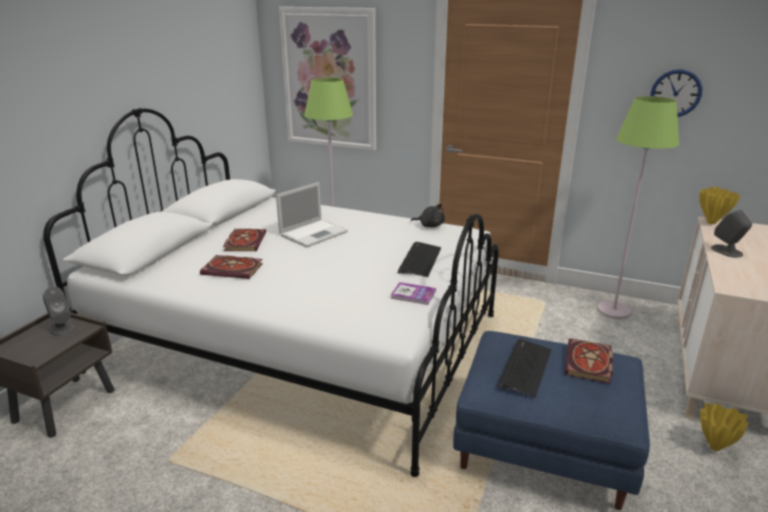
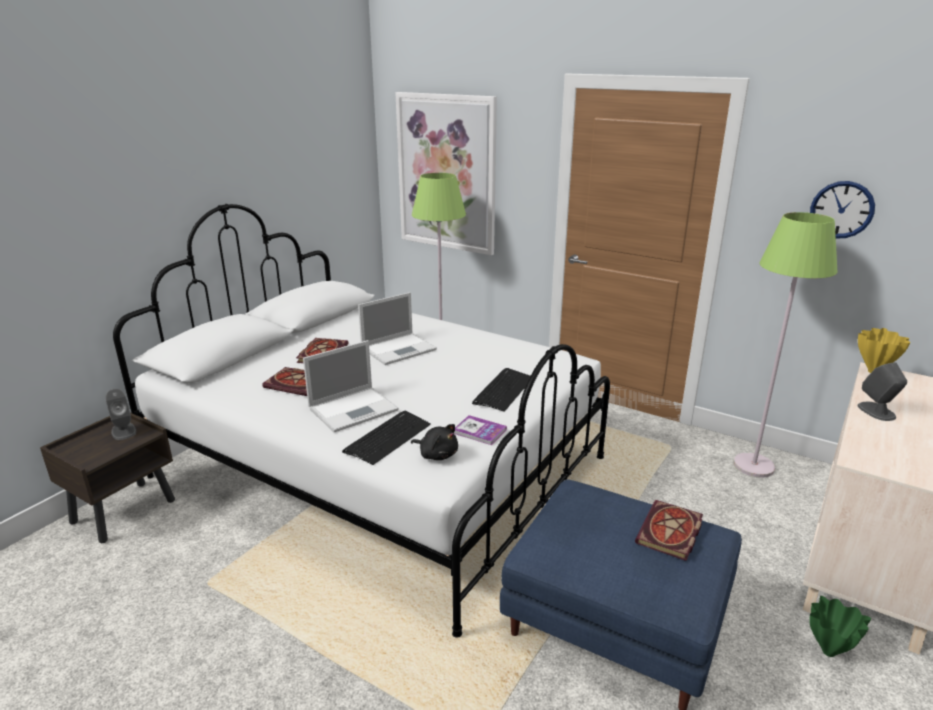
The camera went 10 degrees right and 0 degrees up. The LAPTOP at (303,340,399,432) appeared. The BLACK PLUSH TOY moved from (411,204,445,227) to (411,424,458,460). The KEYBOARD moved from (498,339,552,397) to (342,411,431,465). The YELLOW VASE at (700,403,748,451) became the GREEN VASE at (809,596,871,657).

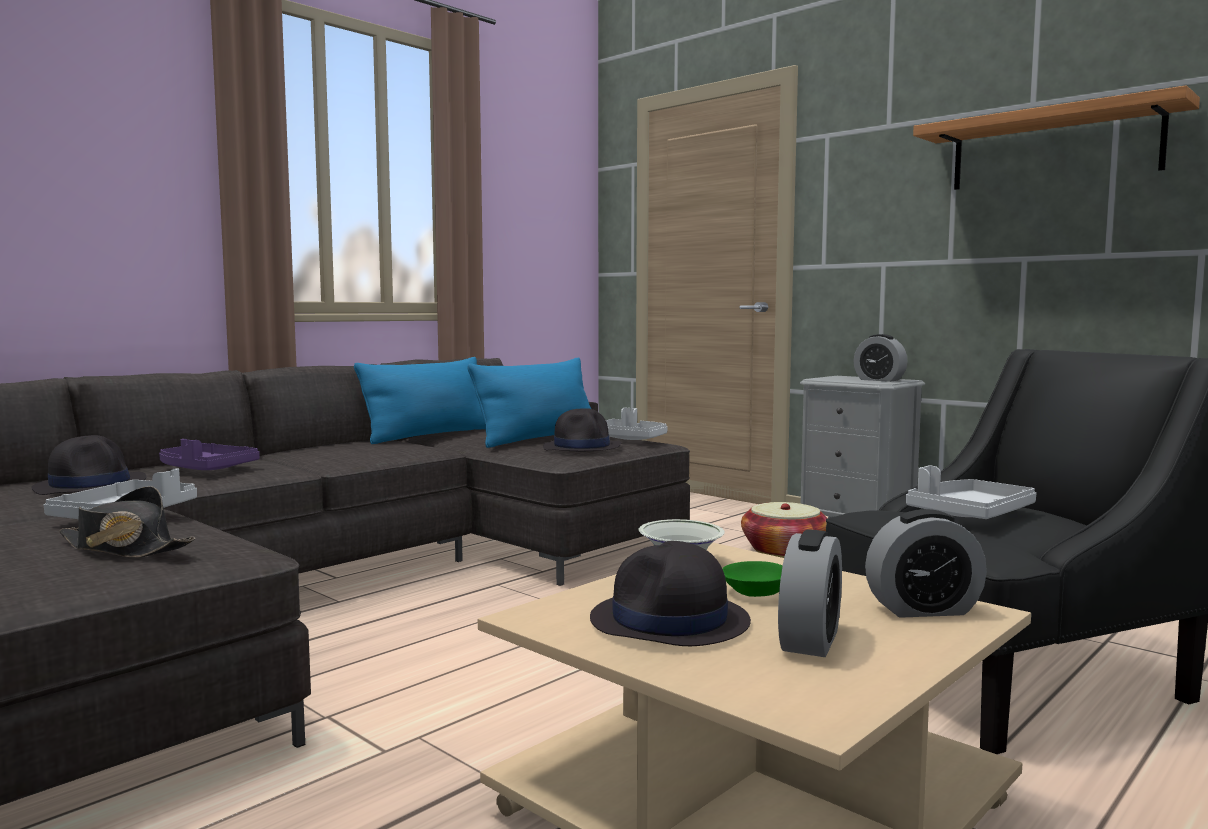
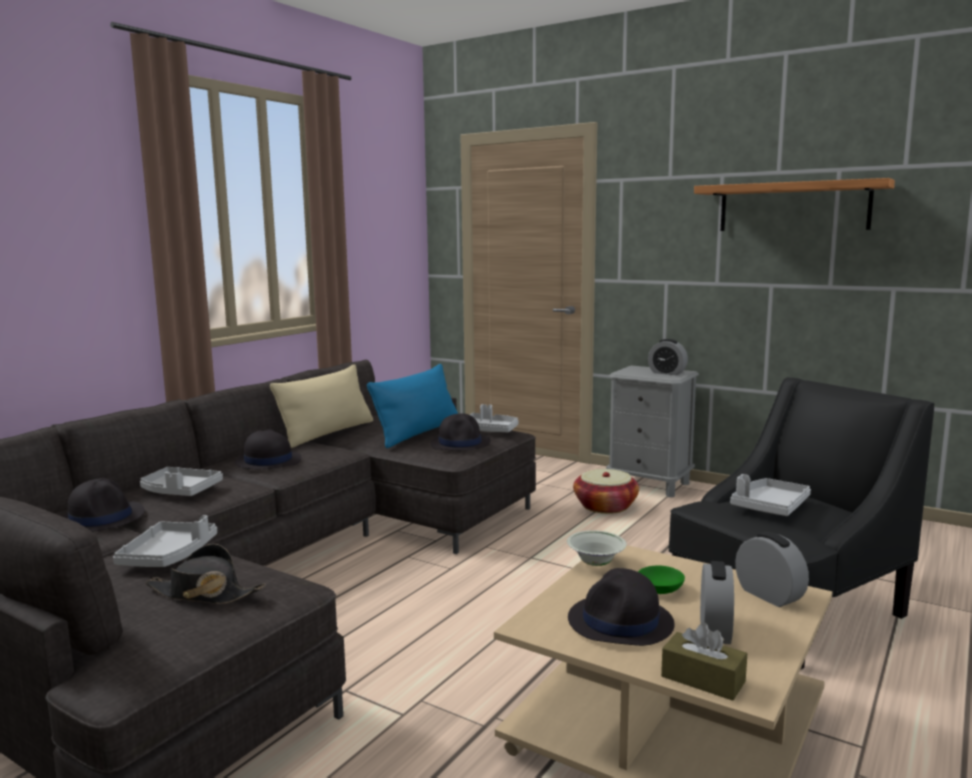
The camera went 10 degrees left and 5 degrees up. The BLACK HAT at (235,429,301,469) appeared. The BROWN TISSUE BOX at (661,623,747,701) appeared. The PURPLE TRAY at (159,439,260,470) became the GREY TRAY at (140,467,223,496). The BLUE PILLOW at (354,357,486,444) became the BEIGE PILLOW at (270,364,373,448). The ALARM CLOCK at (865,509,987,618) turned 105 degrees counterclockwise.

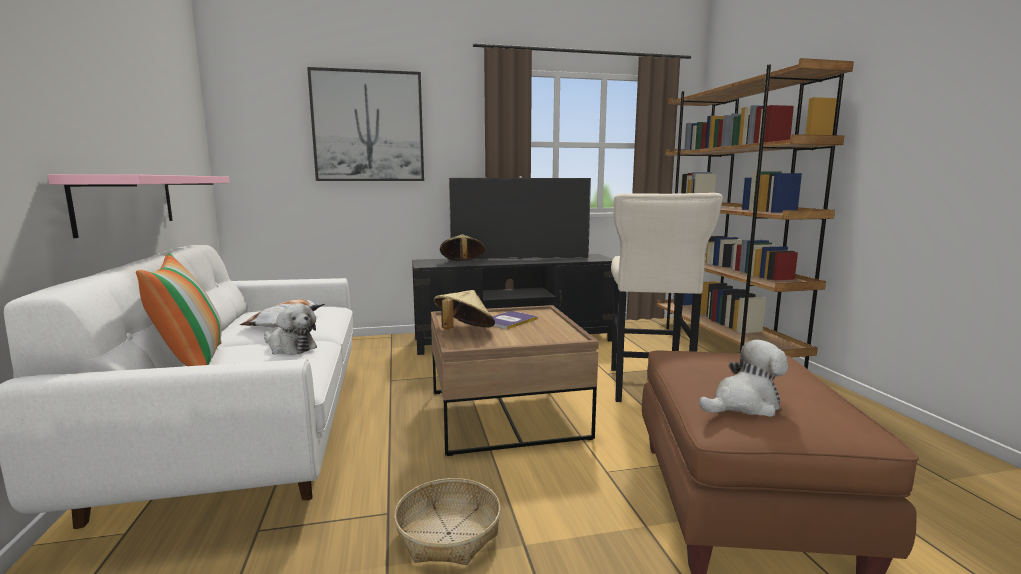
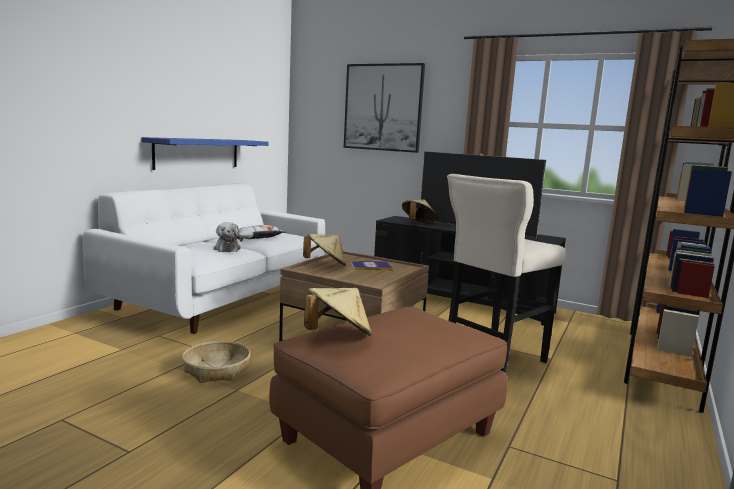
The camera went 40 degrees right and 0 degrees up. The PILLOW at (136,253,222,366) disappeared. The PLUSH TOY at (699,340,788,417) was replaced by the BEIGE HAT at (304,288,372,336). The PINK SHELF at (47,174,230,238) became the BLUE SHELF at (141,137,268,170).

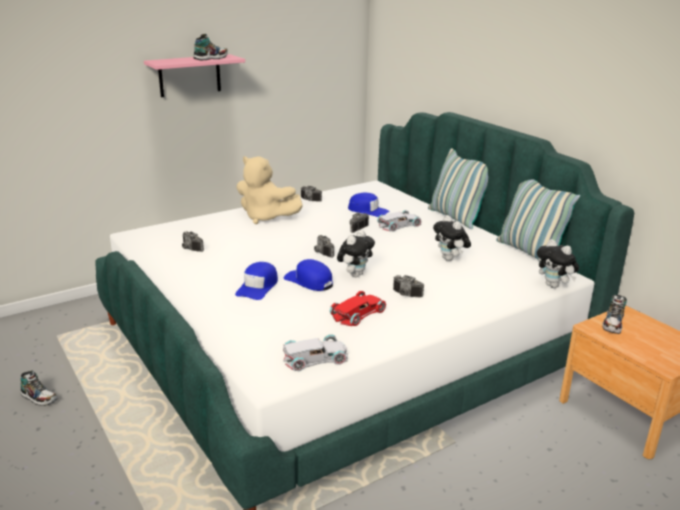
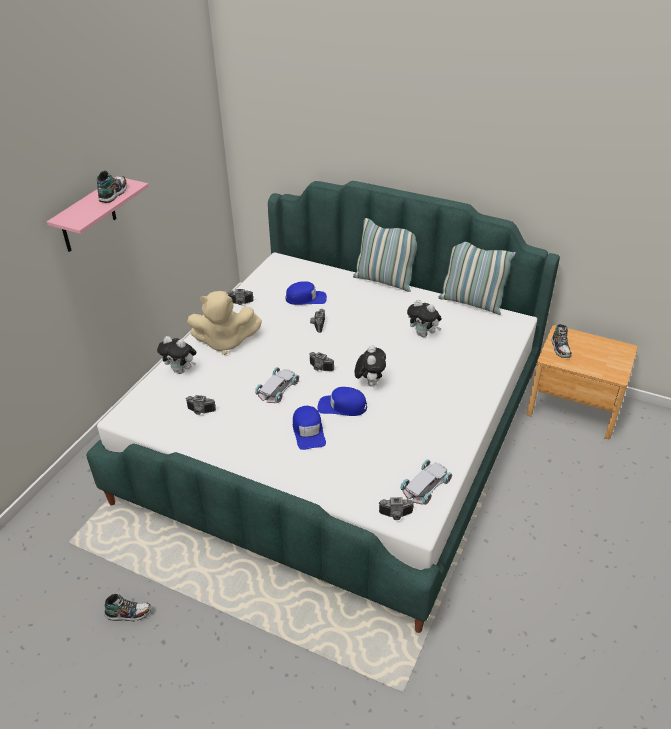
The camera went 30 degrees left and 15 degrees up. The RED TOY CAR at (330,291,386,326) disappeared. The WHITE TOY CAR moved from (377,210,422,232) to (255,367,299,403). The PHOTO CAMERA moved from (393,275,424,297) to (379,497,414,520). The PLUSH TOY moved from (537,239,579,288) to (157,336,196,374).

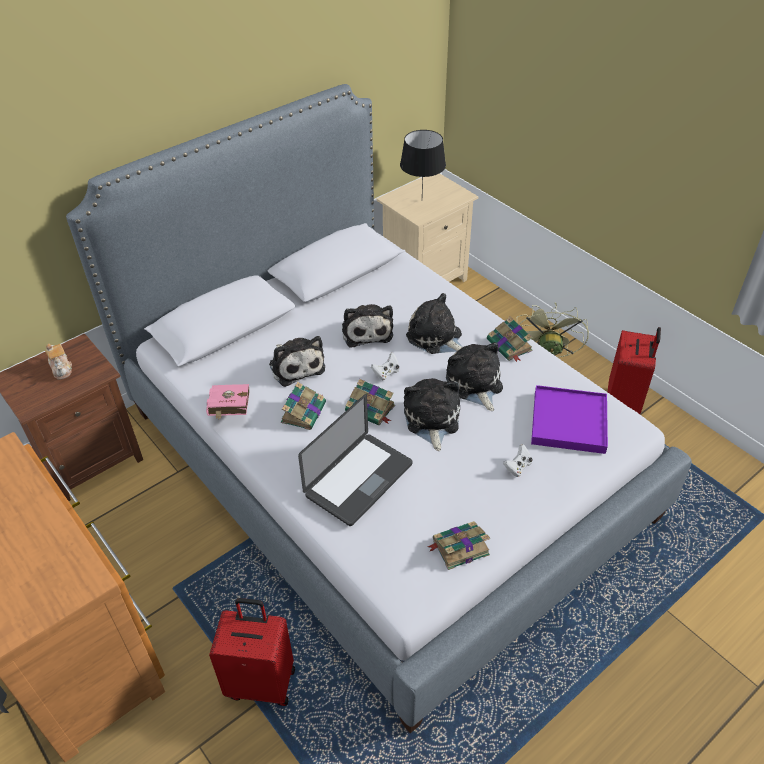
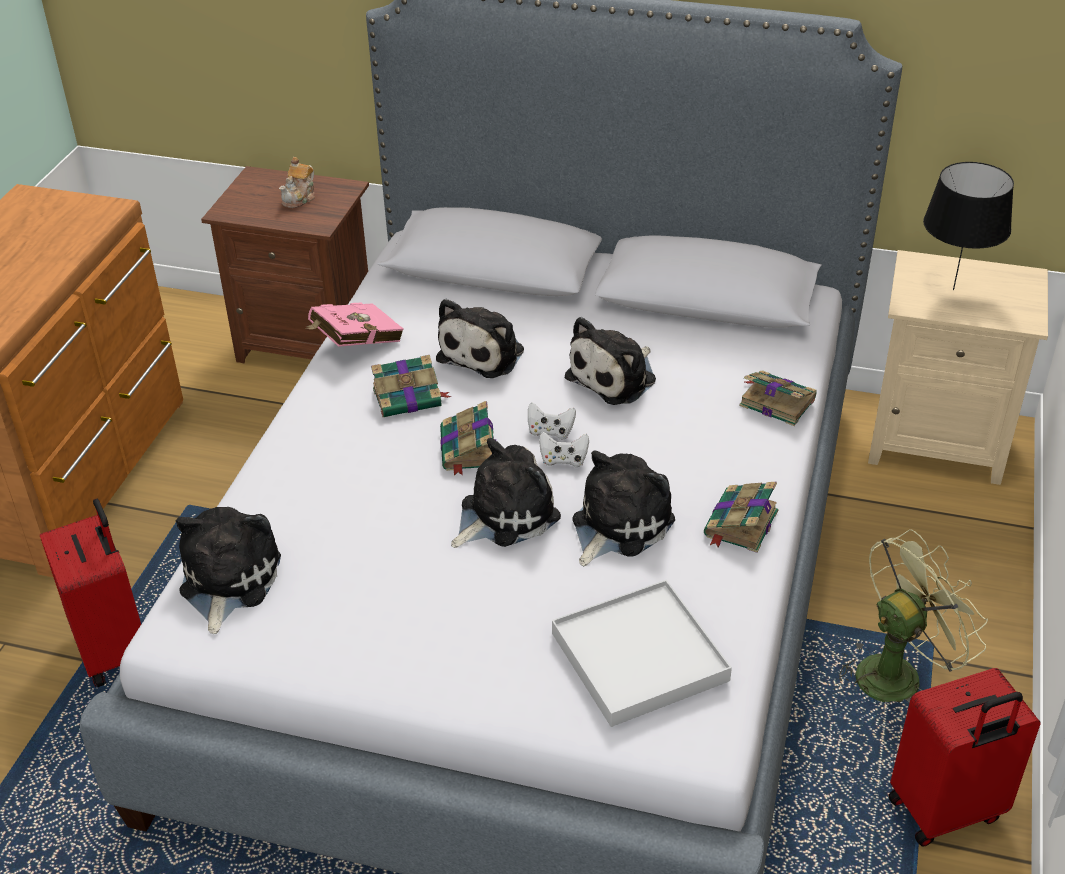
The camera went 55 degrees right and 5 degrees down. The LAPTOP at (298,394,413,526) disappeared. The PLUSH TOY moved from (406,293,463,354) to (176,507,281,634). The BOOK moved from (427,521,490,570) to (739,370,817,426). The WHITE GAME CONTROLLER moved from (503,444,533,477) to (539,432,589,467). The PURPLE TRAY at (531,385,608,454) became the WHITE TRAY at (552,580,732,727).

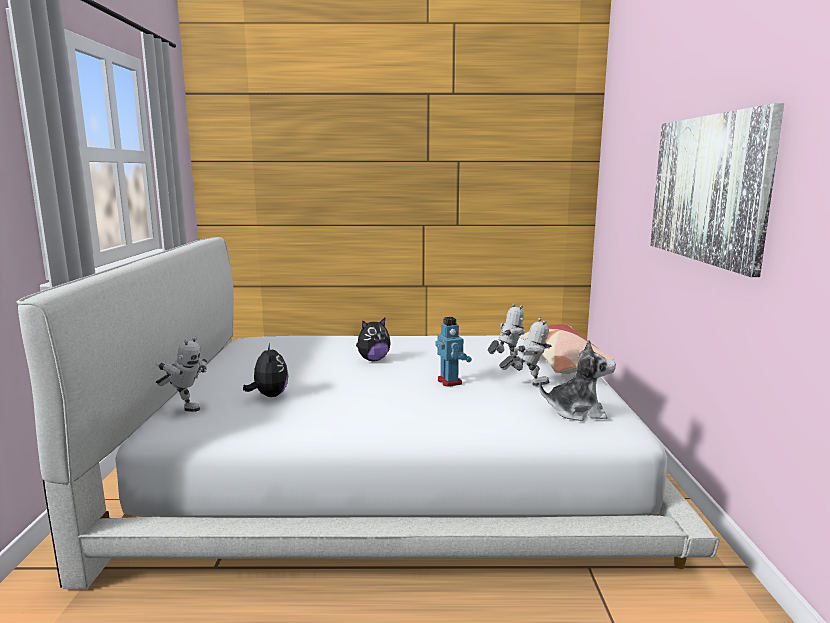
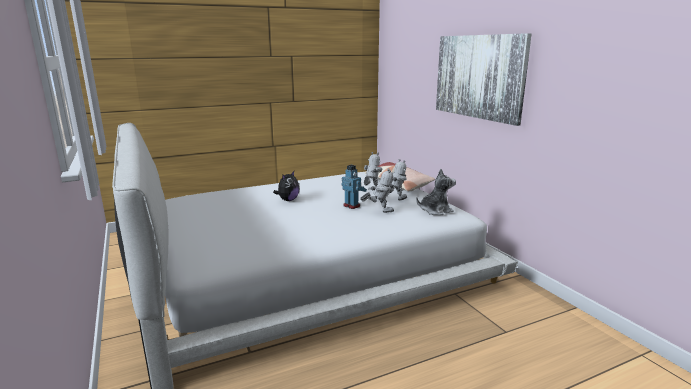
The camera went 25 degrees left and 5 degrees up. The PLUSH TOY at (243,343,288,397) disappeared. The TOY ROBOT moved from (156,337,207,412) to (360,168,397,213).

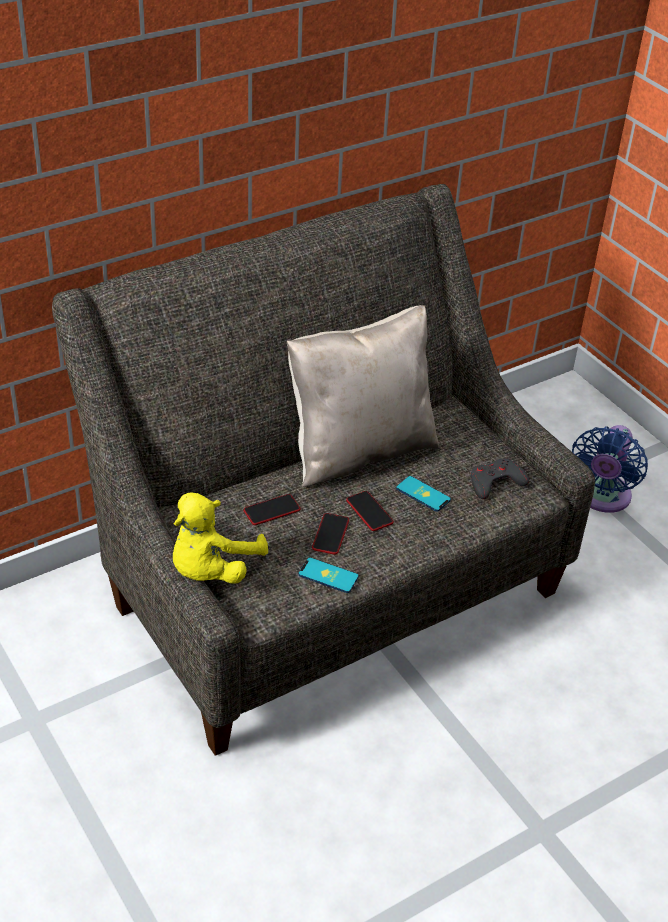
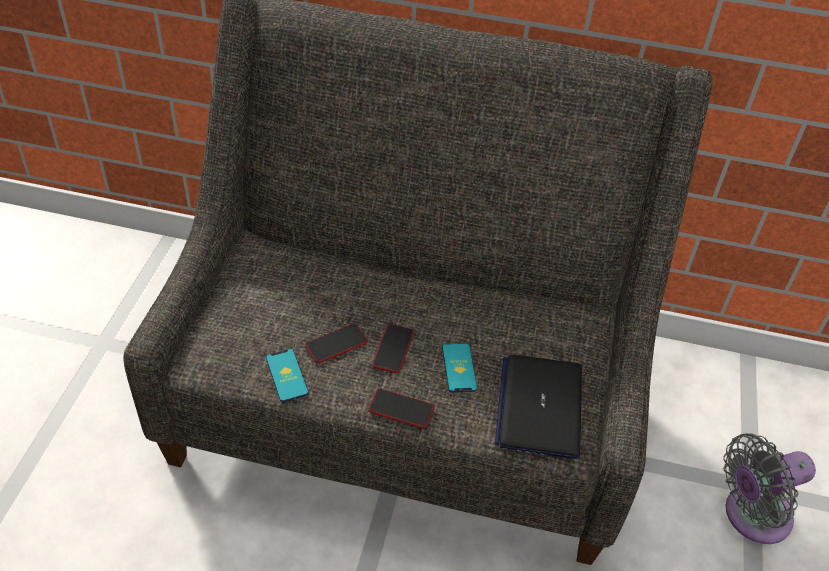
The camera went 45 degrees right and 5 degrees up. The YELLOW PLUSH TOY at (173,492,268,584) disappeared. The BEIGE PILLOW at (287,305,440,487) disappeared. The PHONE moved from (243,494,300,525) to (368,389,435,429). The GREY GAME CONTROLLER at (471,458,529,499) was replaced by the LAPTOP at (495,355,582,459). The BLUE FAN at (572,425,648,513) became the GREY FAN at (723,433,816,544).

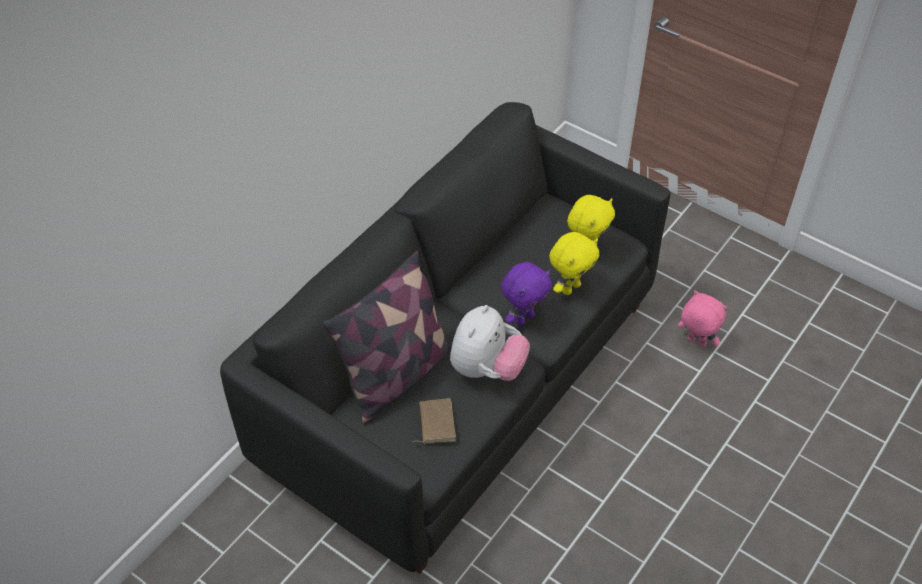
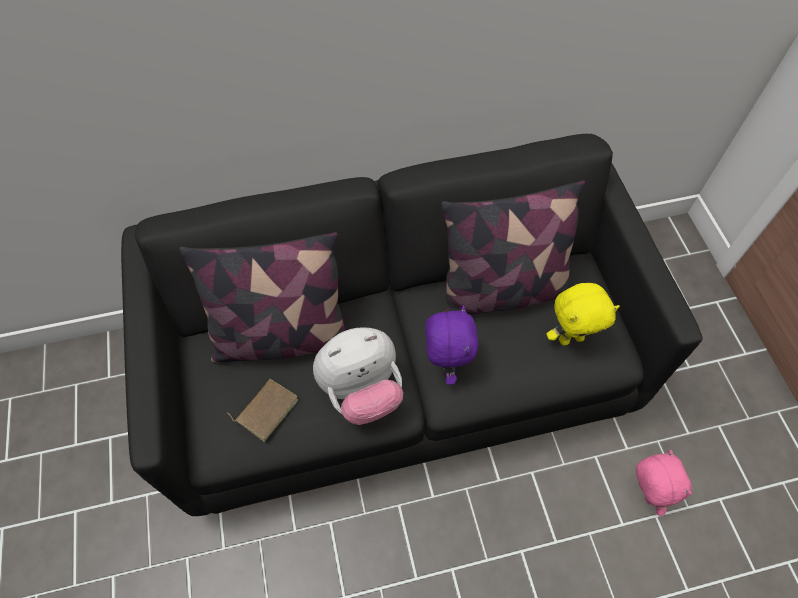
The camera went 40 degrees right and 10 degrees up. The YELLOW PLUSH TOY at (549,232,599,295) disappeared. The PILLOW at (441,180,585,315) appeared. The PURPLE PLUSH TOY at (501,262,552,326) turned 90 degrees counterclockwise.

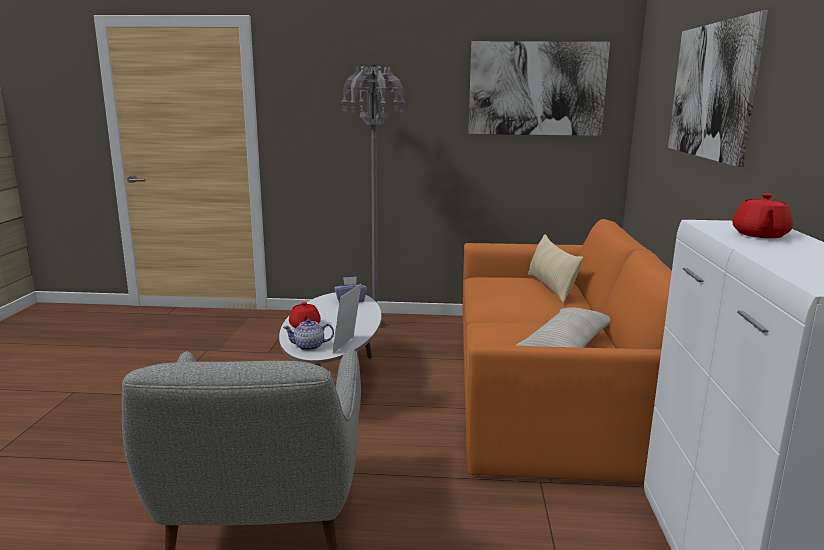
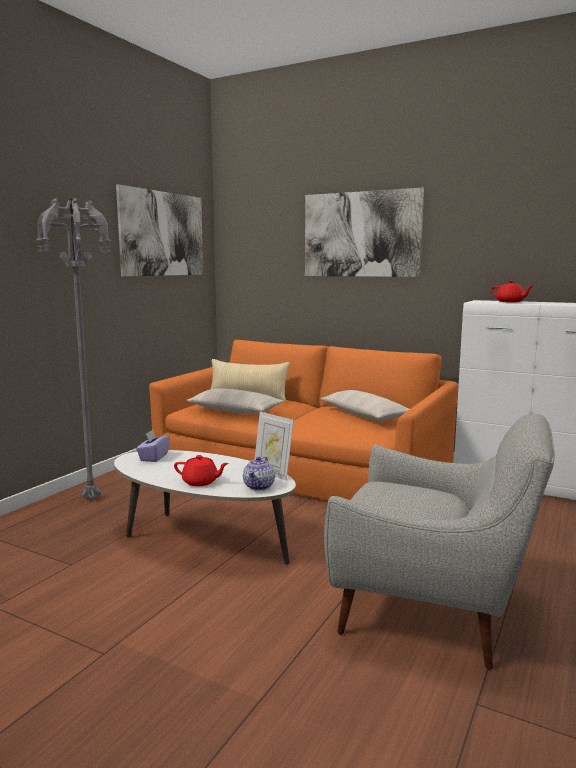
The camera went 65 degrees left and 5 degrees down. The BEIGE PILLOW at (186,388,284,414) appeared.

